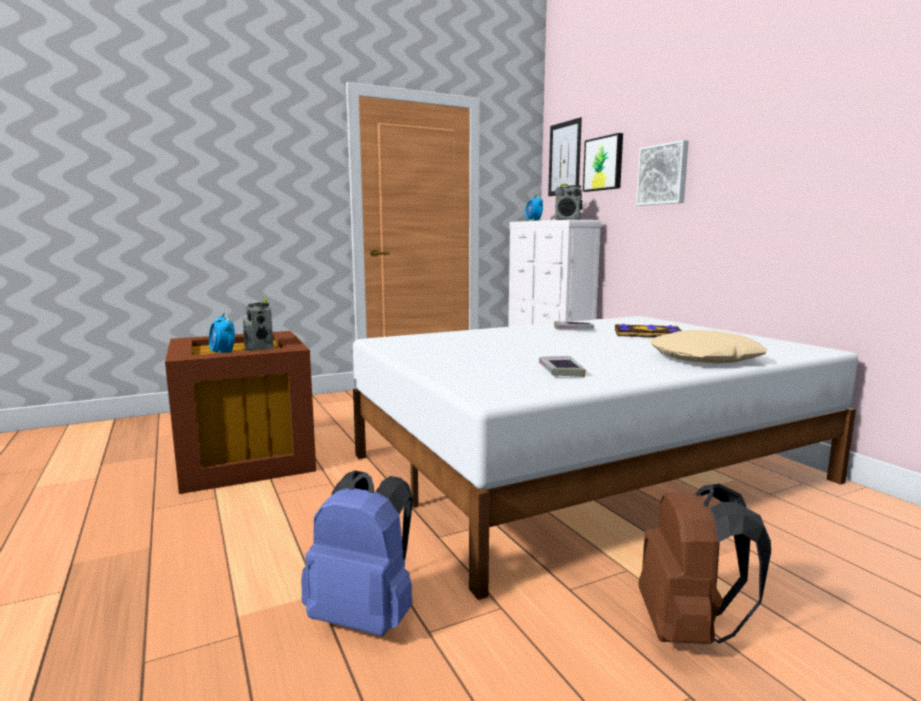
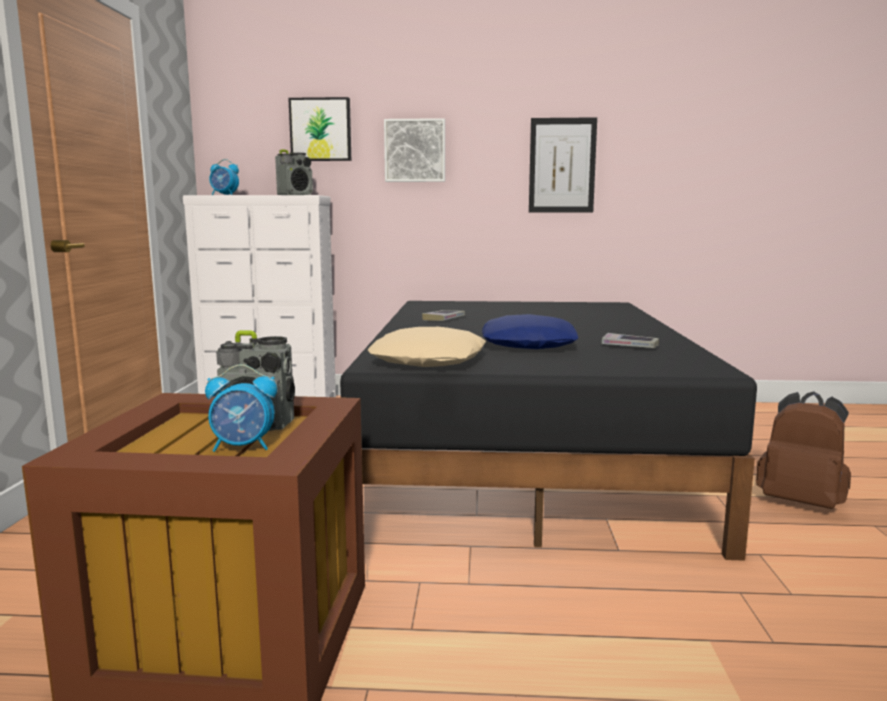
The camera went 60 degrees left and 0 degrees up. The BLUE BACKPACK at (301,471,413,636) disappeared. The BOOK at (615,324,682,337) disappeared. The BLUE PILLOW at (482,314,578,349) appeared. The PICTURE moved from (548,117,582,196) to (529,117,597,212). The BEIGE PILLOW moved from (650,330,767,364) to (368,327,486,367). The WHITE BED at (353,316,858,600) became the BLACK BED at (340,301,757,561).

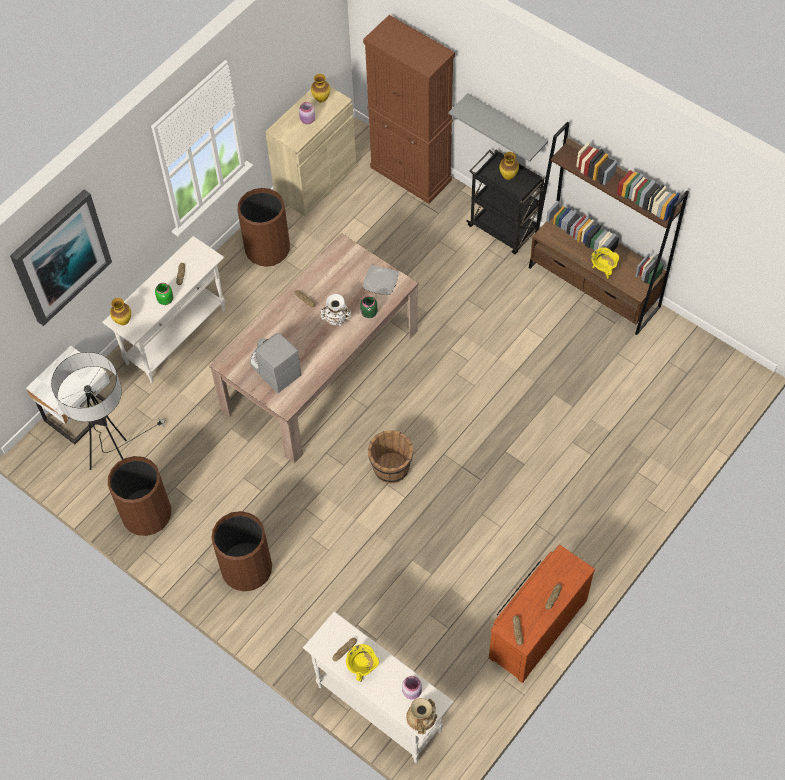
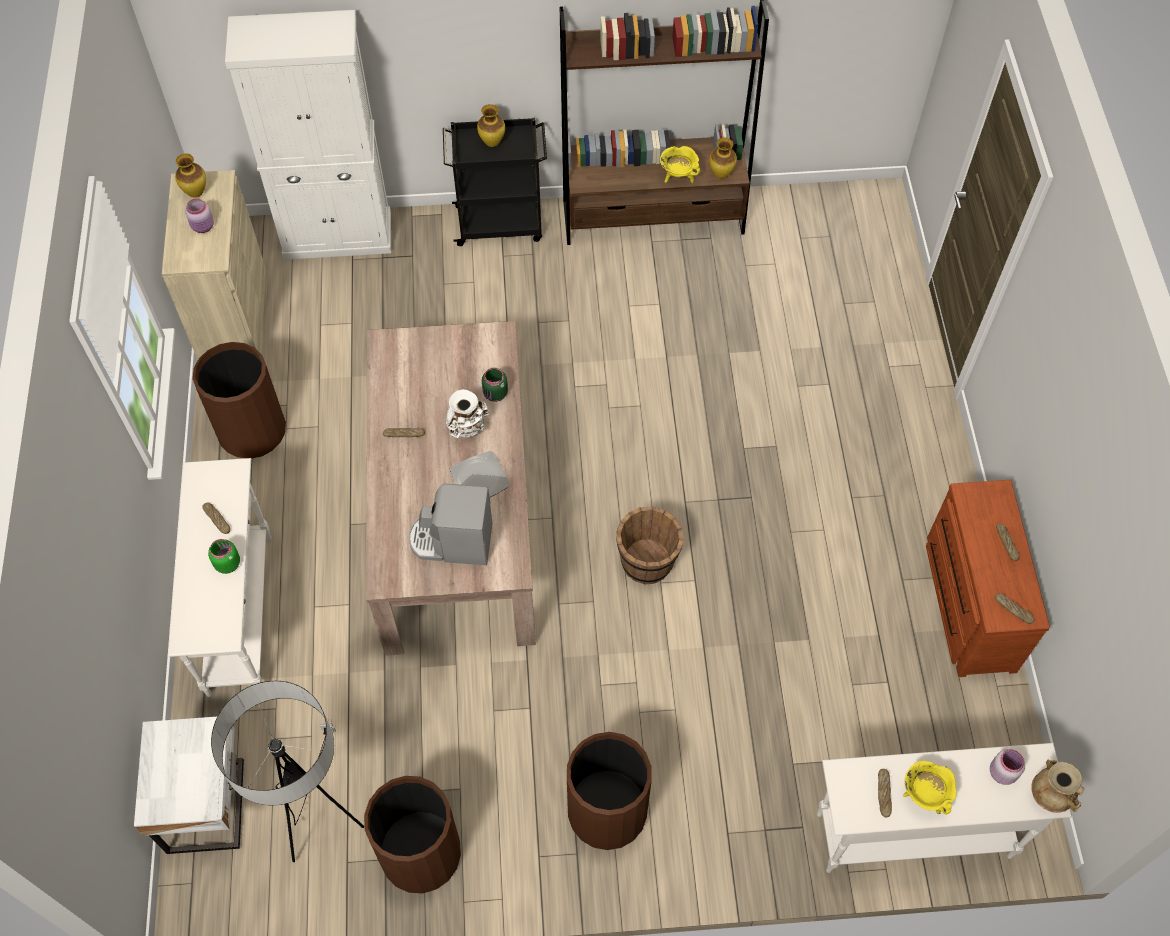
The camera went 45 degrees left and 0 degrees up. The PICTURE at (10,189,112,326) disappeared. The GREY SHELF at (449,93,548,162) disappeared. The VASE moved from (110,298,131,325) to (709,137,737,179). The PLATE moved from (363,265,398,295) to (450,451,510,497). The BROWN CABINET at (363,15,455,204) became the WHITE CABINET at (225,10,391,260).

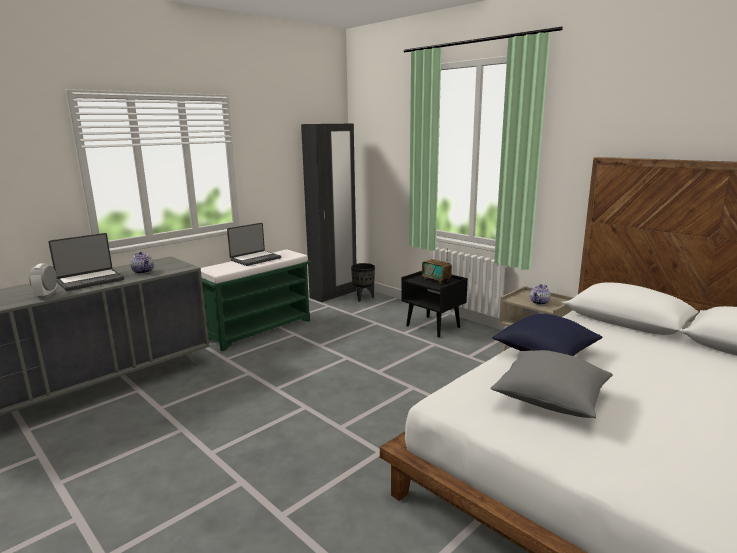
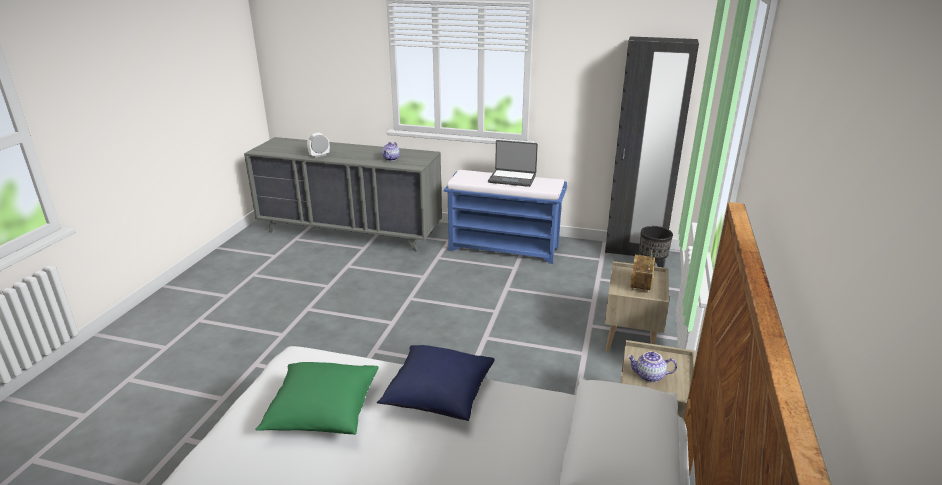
The camera went 60 degrees right and 10 degrees up. The LAPTOP at (48,233,124,291) disappeared. The GREEN BENCH at (201,249,312,351) became the BLUE BENCH at (444,170,567,264). The BLACK NIGHTSTAND at (401,271,468,337) became the BEIGE NIGHTSTAND at (605,261,669,352). The GREY PILLOW at (490,350,613,418) became the GREEN PILLOW at (255,362,378,435).

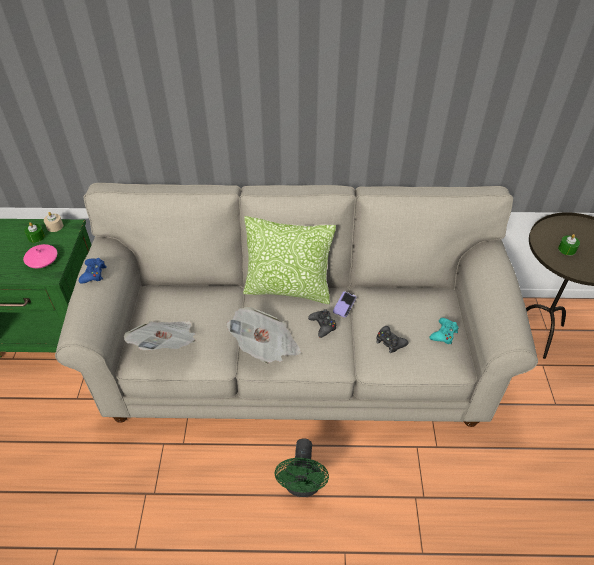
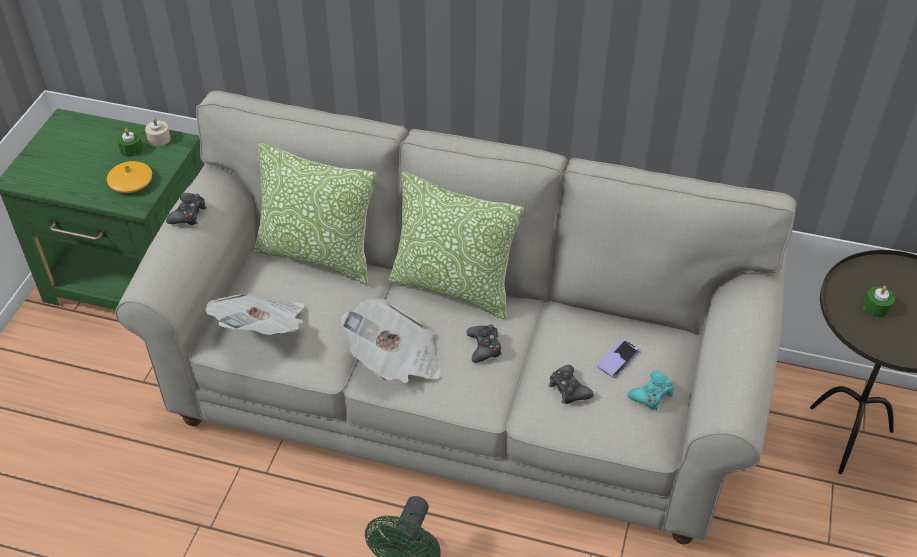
The camera went 15 degrees right and 0 degrees up. The PILLOW at (254,143,376,284) appeared. The PHONE moved from (333,291,356,317) to (598,339,640,378). The PINK VASE at (23,244,57,269) became the ORANGE VASE at (107,161,152,193). The BLUE GAME CONTROLLER at (79,258,107,283) became the BLACK GAME CONTROLLER at (166,193,207,225).

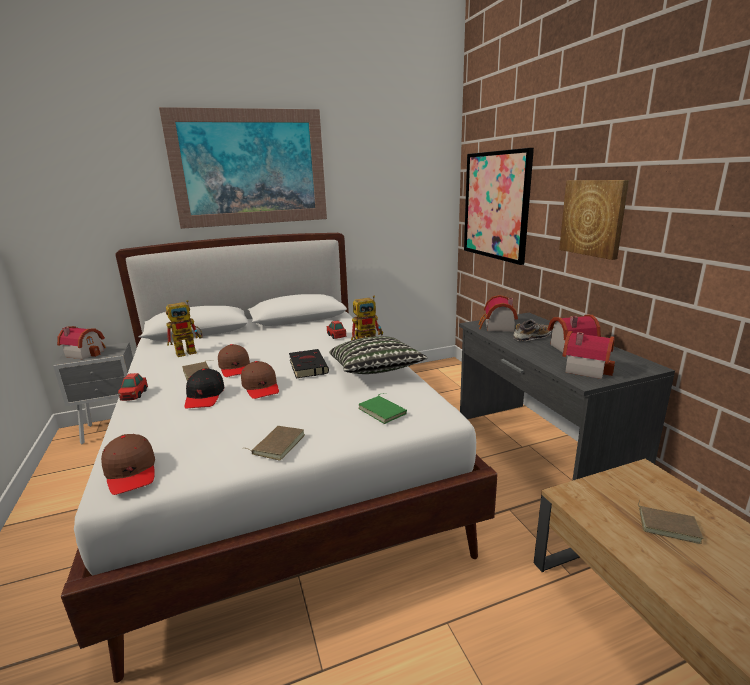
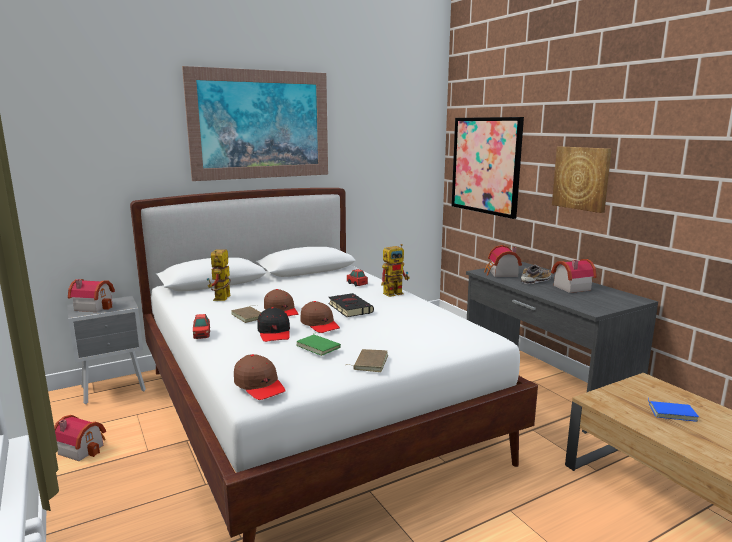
The camera went 10 degrees left and 5 degrees down. The PILLOW at (329,336,428,374) disappeared. The GREEN BOOK moved from (359,393,407,424) to (296,334,341,356). The TOY HOUSE moved from (563,331,615,379) to (54,415,106,461). The BROWN BOOK at (638,500,704,544) became the BLUE BOOK at (648,398,699,422). The TOY ROBOT at (166,300,203,357) turned 135 degrees clockwise.

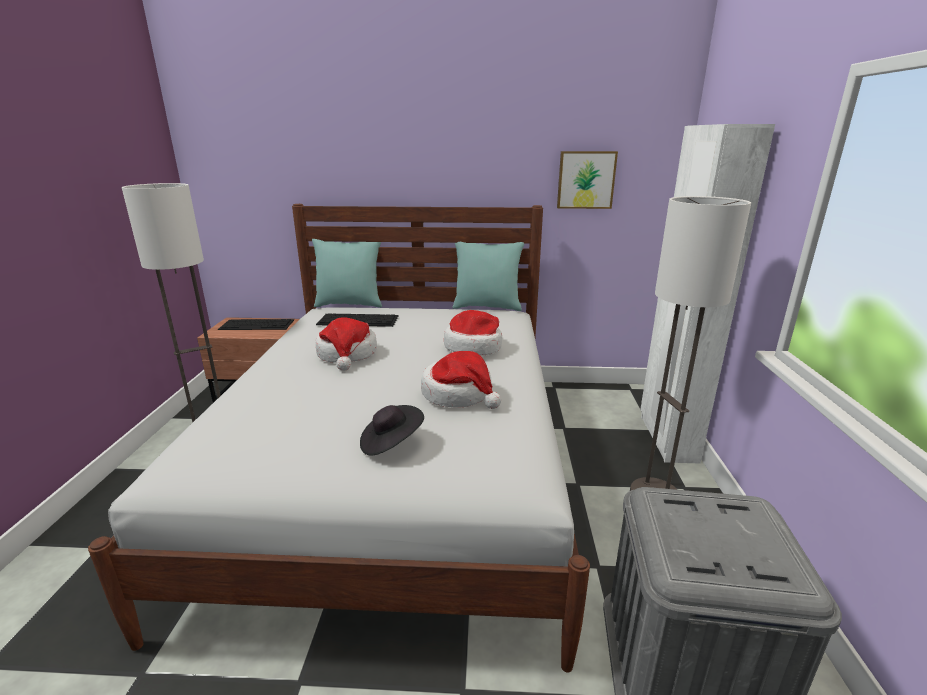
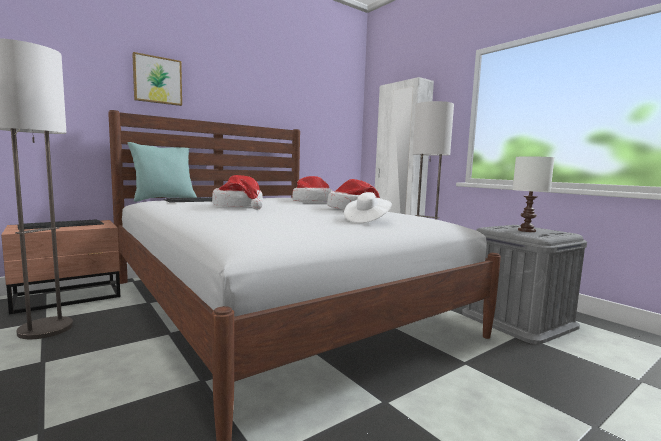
The camera went 40 degrees left and 15 degrees down. The TURQUOISE PILLOW at (452,242,524,311) disappeared. The WHITE TABLE LAMP at (513,156,555,232) appeared. The PICTURE moved from (557,151,618,209) to (132,52,182,106). The BLACK HAT at (360,405,424,456) became the WHITE HAT at (344,192,392,223).

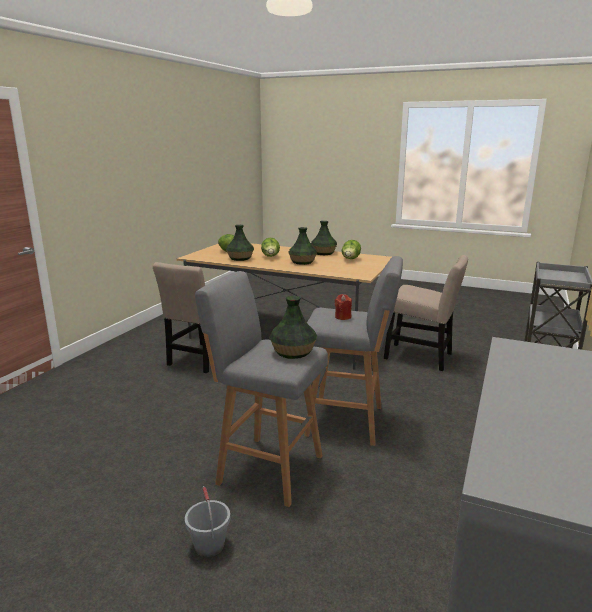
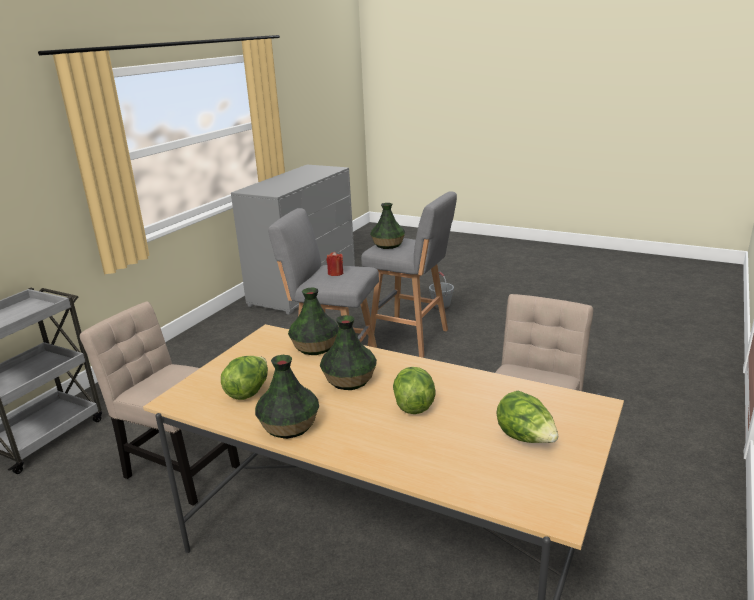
The camera went 175 degrees left and 5 degrees up. The VASE moved from (226,225,254,261) to (288,288,339,355).

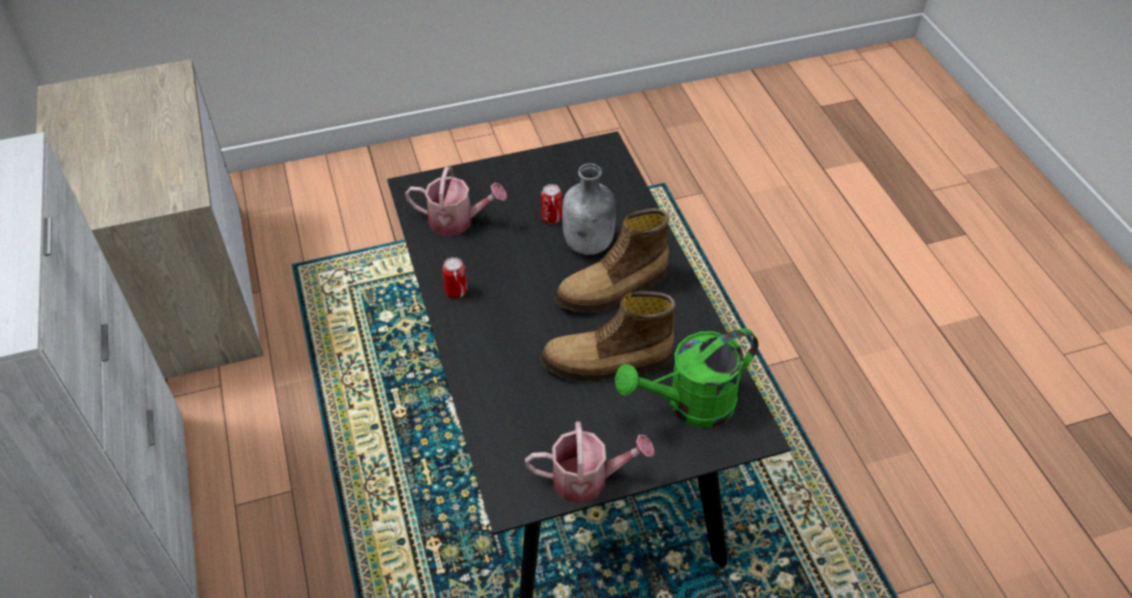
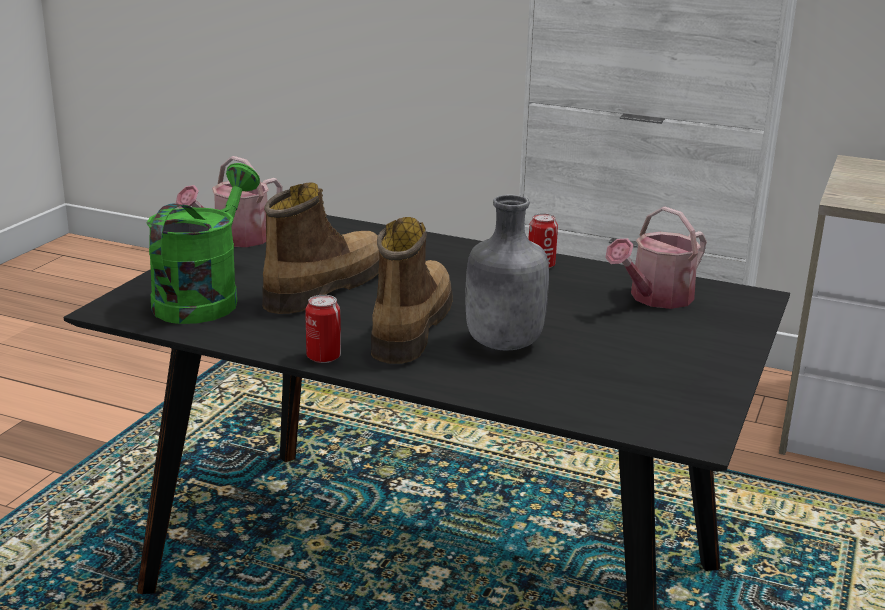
The camera went 130 degrees right and 25 degrees down. The CAN moved from (541,184,562,224) to (305,295,341,363).

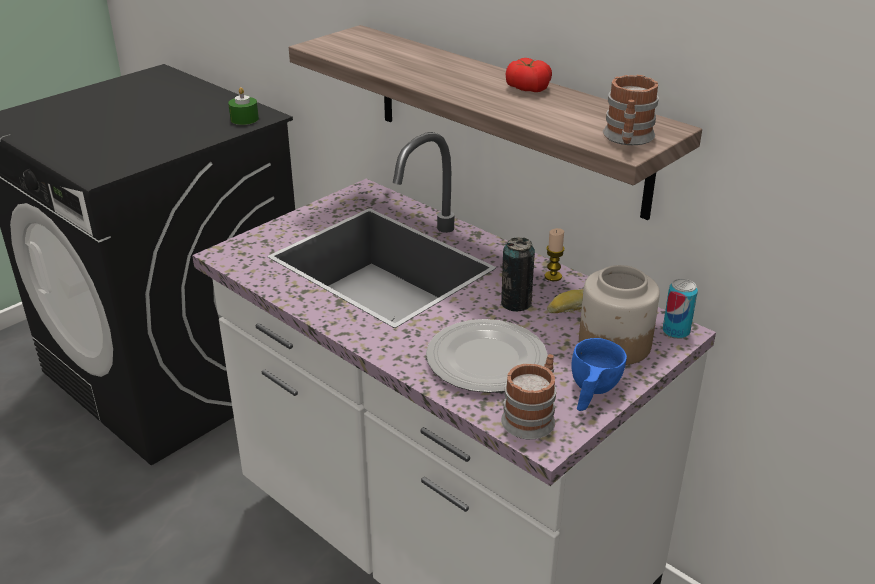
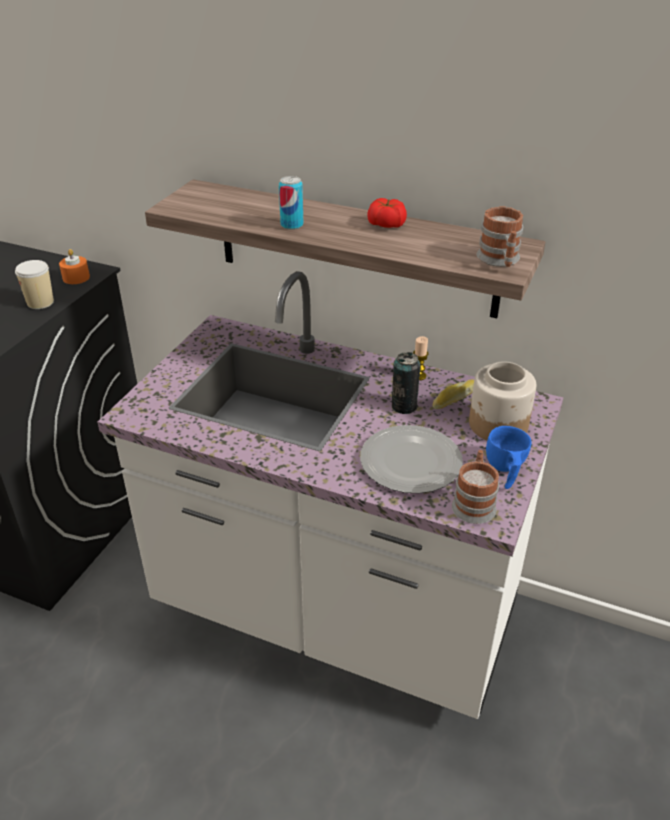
The camera went 20 degrees left and 5 degrees up. The CUP at (15,260,54,309) appeared. The CAN moved from (663,279,698,339) to (279,176,304,230). The GREEN CANDLE at (228,87,259,125) became the ORANGE CANDLE at (59,249,90,284).

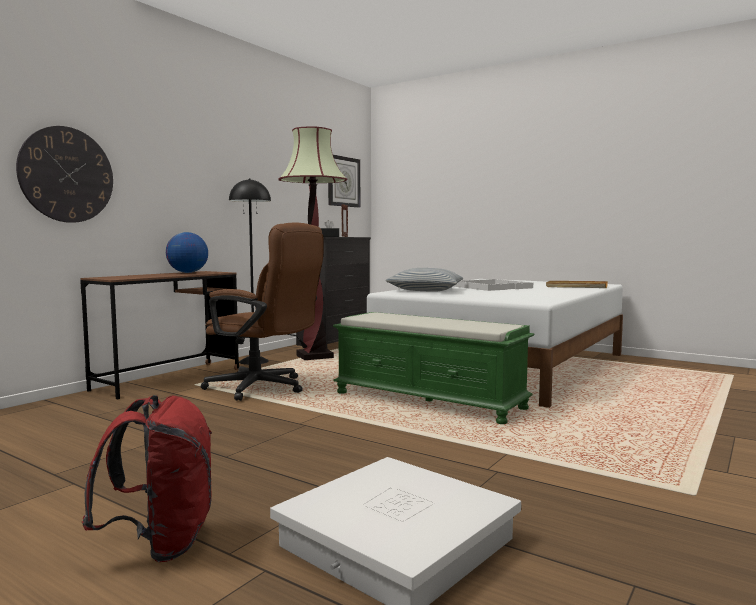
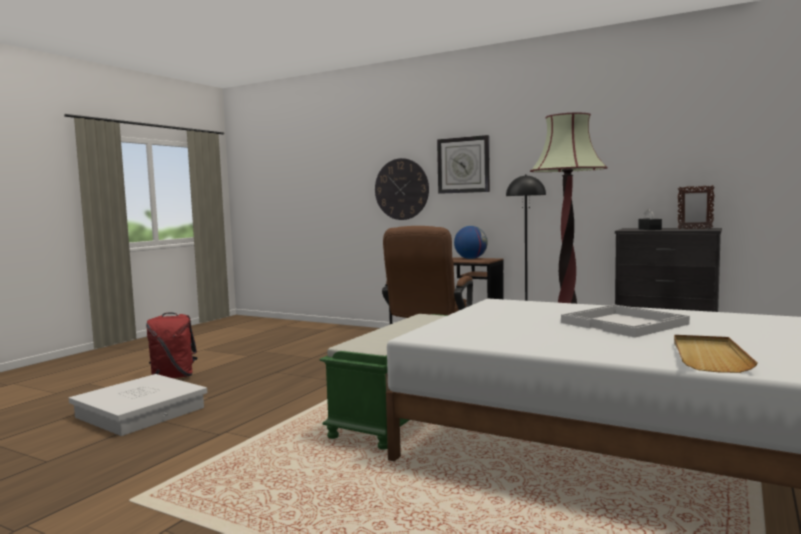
The camera went 85 degrees right and 0 degrees up. The PILLOW at (386,268,463,292) disappeared. The WALL CLOCK moved from (328,155,360,207) to (437,135,490,194).

